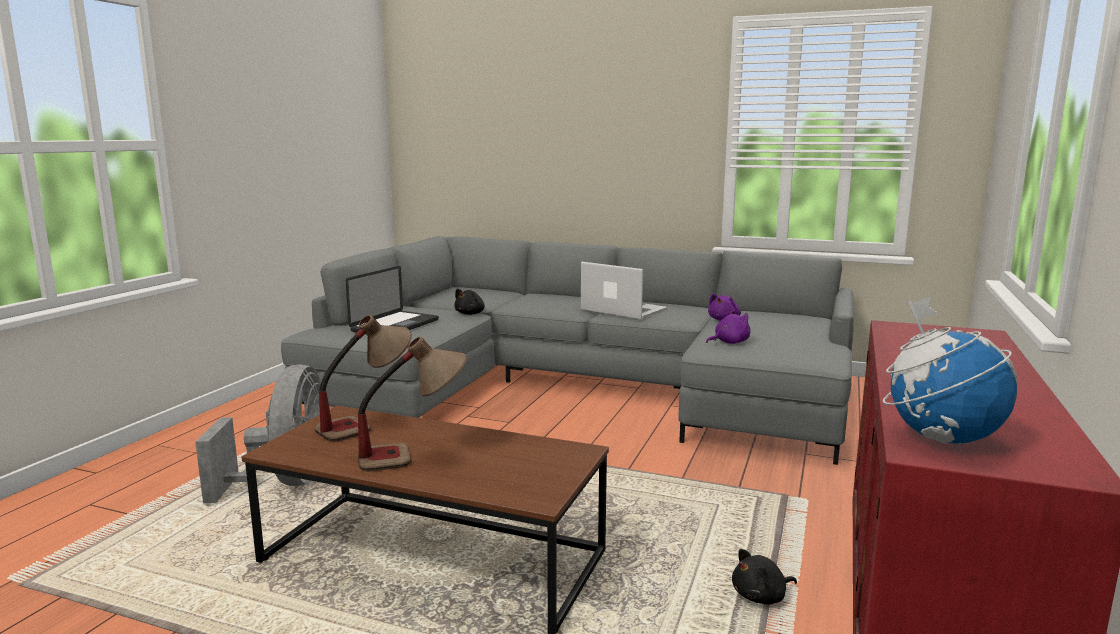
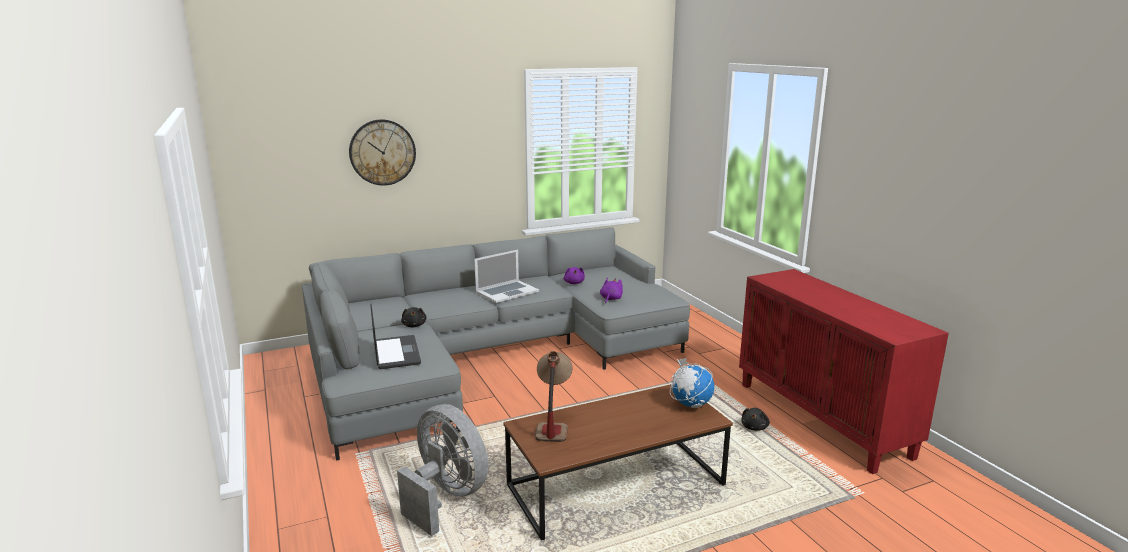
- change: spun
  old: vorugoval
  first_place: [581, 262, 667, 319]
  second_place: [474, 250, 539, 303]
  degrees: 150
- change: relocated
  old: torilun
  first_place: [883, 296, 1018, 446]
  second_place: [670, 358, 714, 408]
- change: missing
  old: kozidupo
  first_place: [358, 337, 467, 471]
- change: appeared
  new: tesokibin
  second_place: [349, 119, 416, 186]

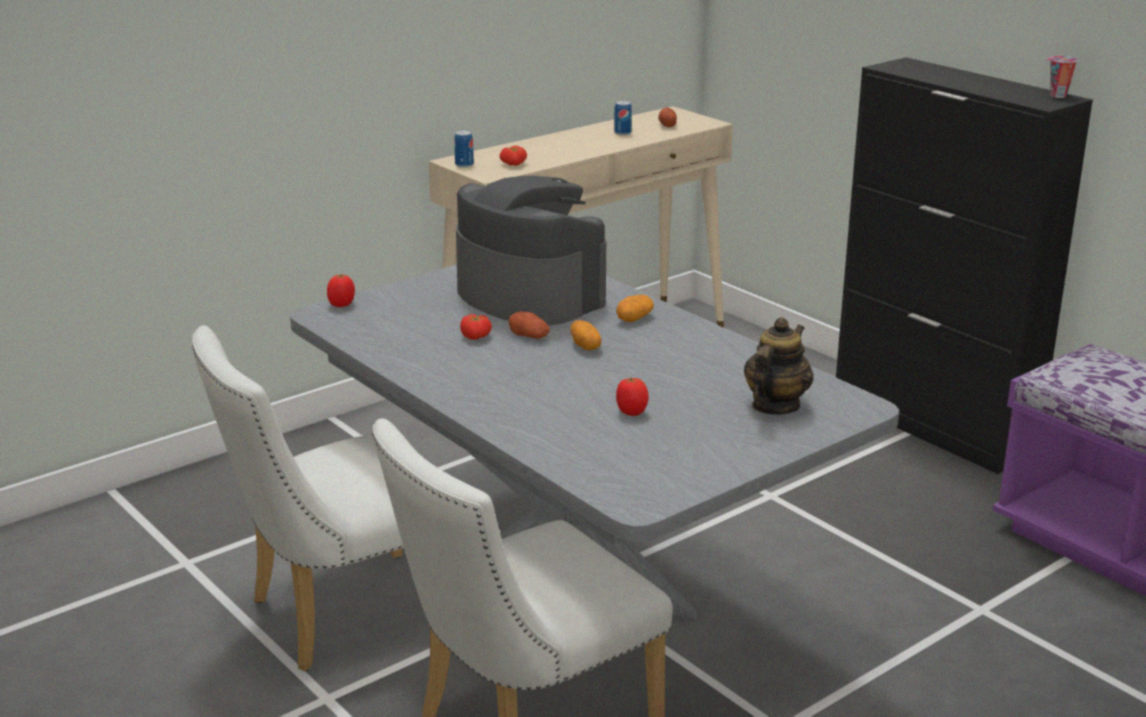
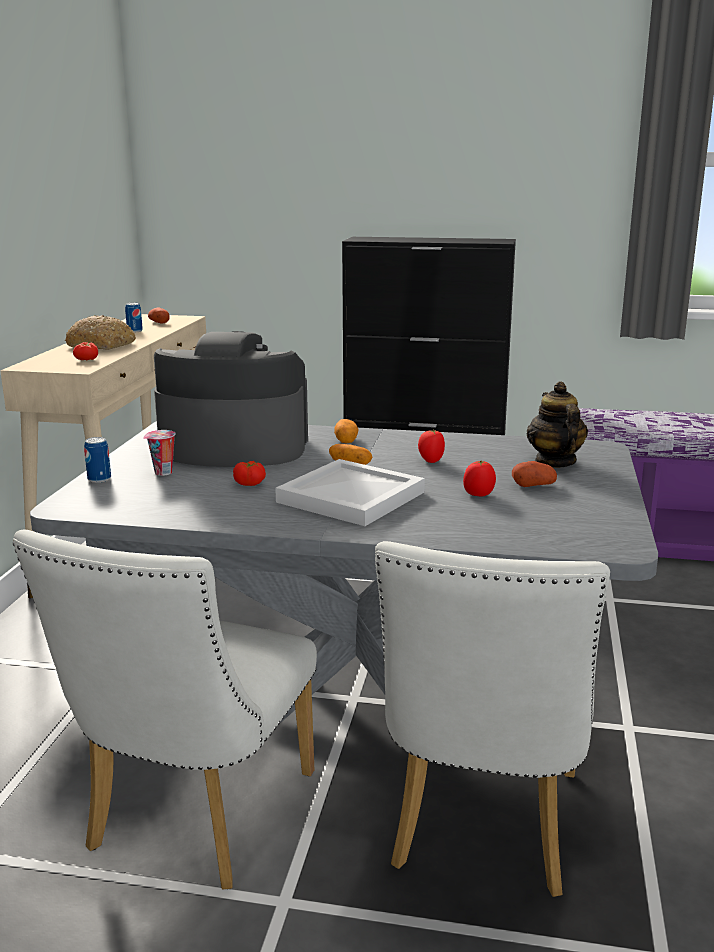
- change: relocated
  old: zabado
  first_place: [1046, 56, 1078, 98]
  second_place: [143, 430, 175, 476]
- change: relocated
  old: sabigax
  first_place: [454, 131, 474, 168]
  second_place: [84, 437, 111, 483]
- change: relocated
  old: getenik
  first_place: [327, 274, 355, 307]
  second_place: [418, 430, 445, 463]
- change: relocated
  old: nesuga
  first_place: [509, 311, 550, 339]
  second_place: [512, 461, 557, 487]
- change: appeared
  new: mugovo
  second_place: [65, 315, 136, 350]
- change: appeared
  new: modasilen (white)
  second_place: [275, 459, 425, 526]

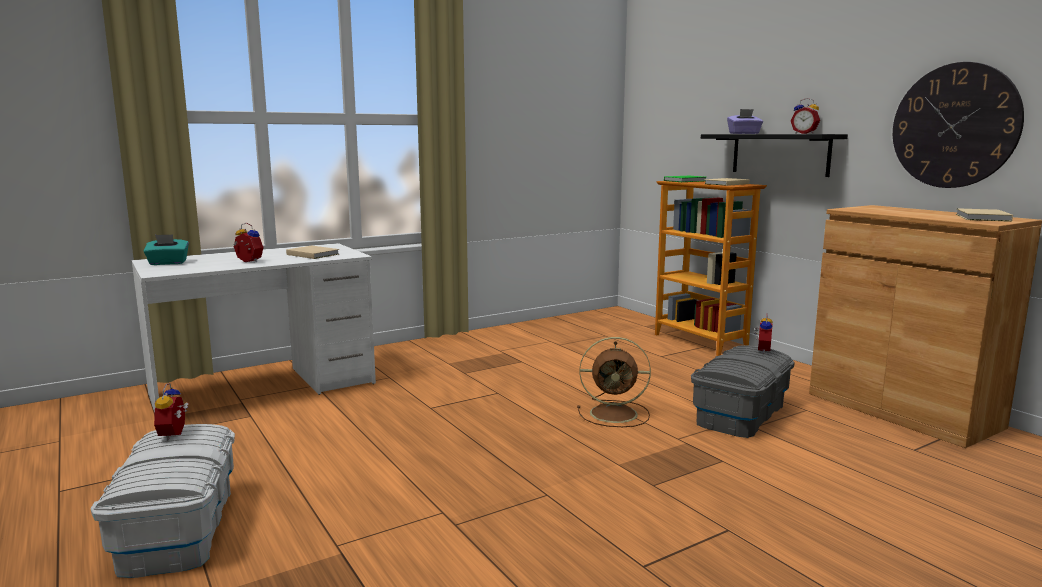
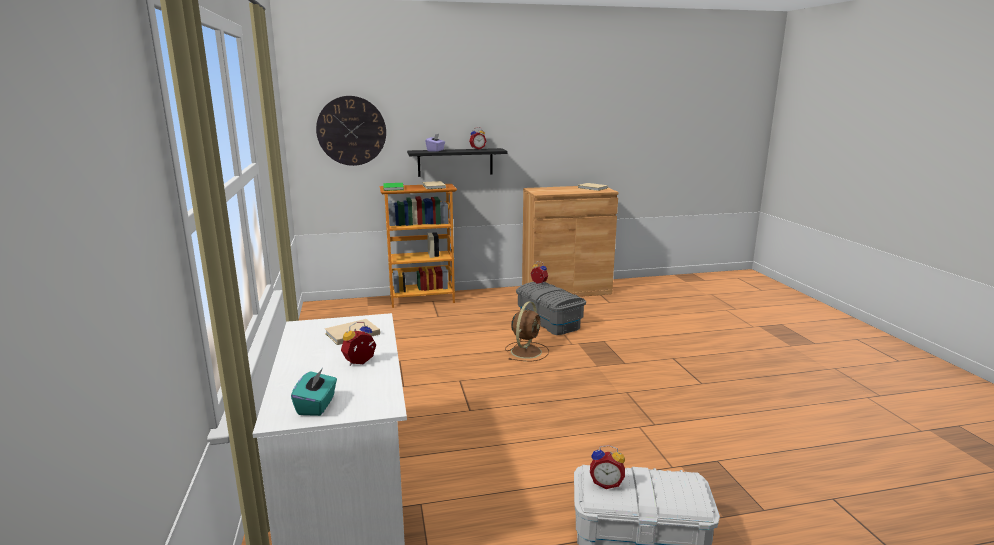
- change: relocated
  old: tesokibin
  first_place: [893, 62, 1024, 188]
  second_place: [316, 96, 386, 166]

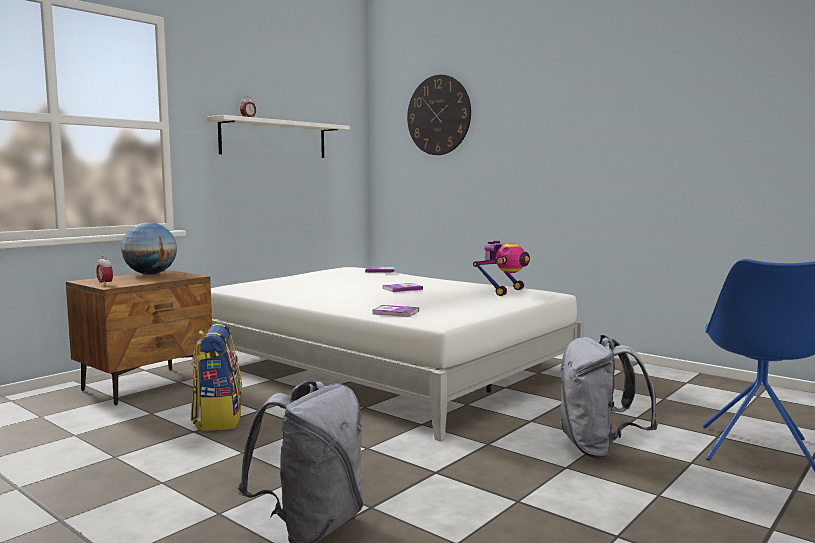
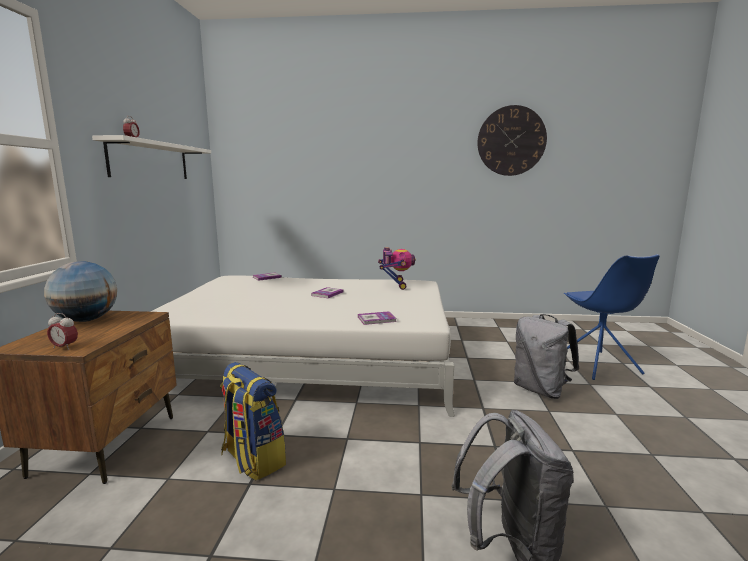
- change: relocated
  old: tesokibin
  first_place: [407, 75, 471, 155]
  second_place: [477, 105, 547, 176]

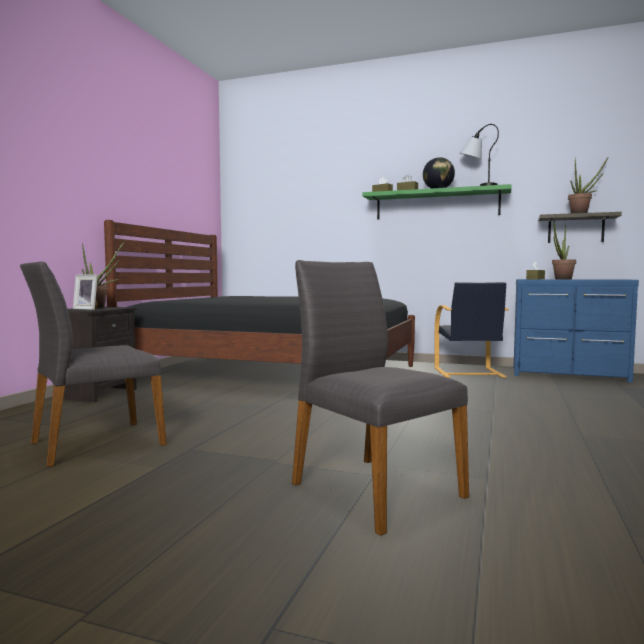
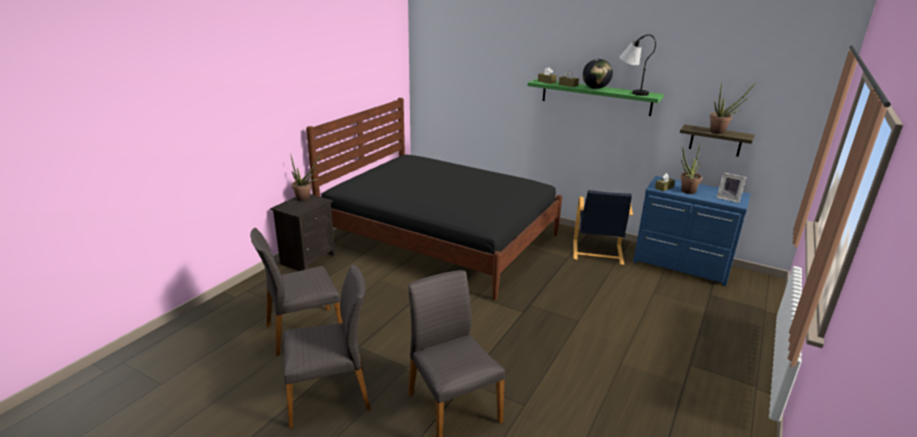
- change: relocated
  old: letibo
  first_place: [73, 274, 98, 310]
  second_place: [716, 172, 746, 203]
- change: appeared
  new: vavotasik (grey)
  second_place: [283, 264, 371, 428]

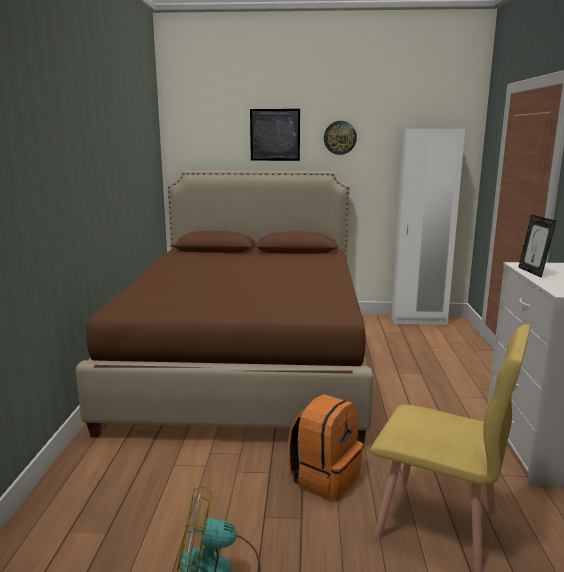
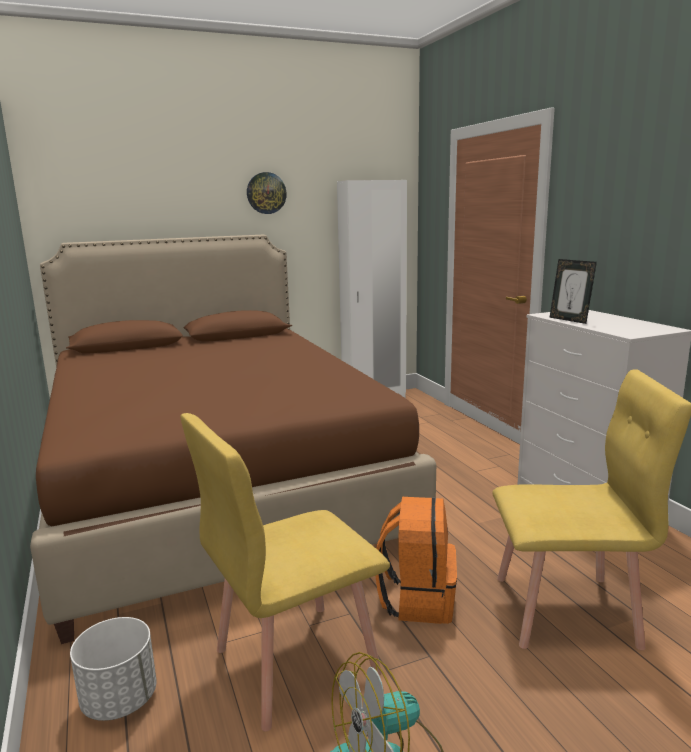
- change: missing
  old: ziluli
  first_place: [250, 109, 300, 161]
- change: appeared
  new: vavotasik (yellow)
  second_place: [180, 413, 390, 731]
- change: appeared
  new: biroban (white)
  second_place: [70, 617, 157, 721]

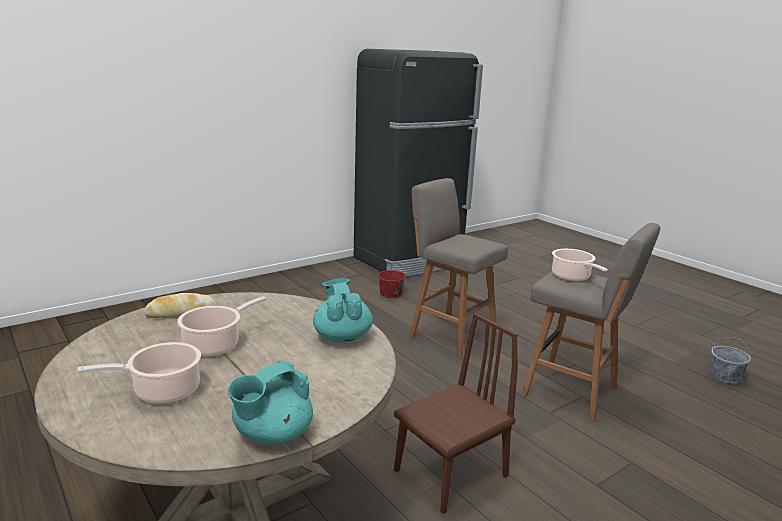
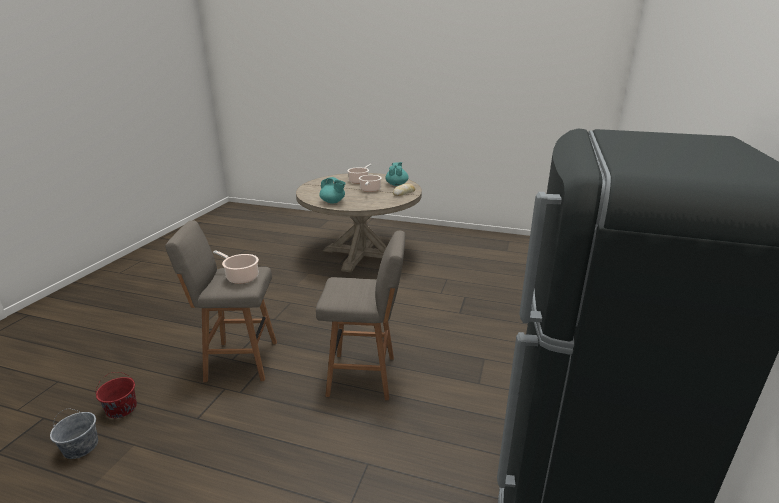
- change: relocated
  old: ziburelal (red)
  first_place: [378, 261, 405, 298]
  second_place: [95, 372, 137, 418]
- change: missing
  old: vavotasik (brown)
  first_place: [394, 313, 518, 514]
- change: relocated
  old: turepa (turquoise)
  first_place: [228, 360, 313, 445]
  second_place: [385, 162, 409, 186]

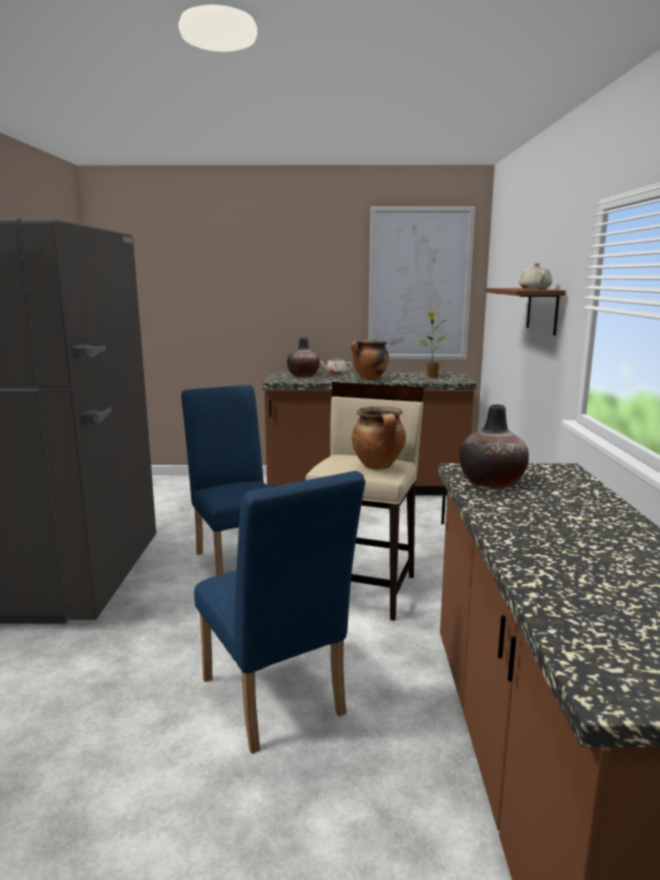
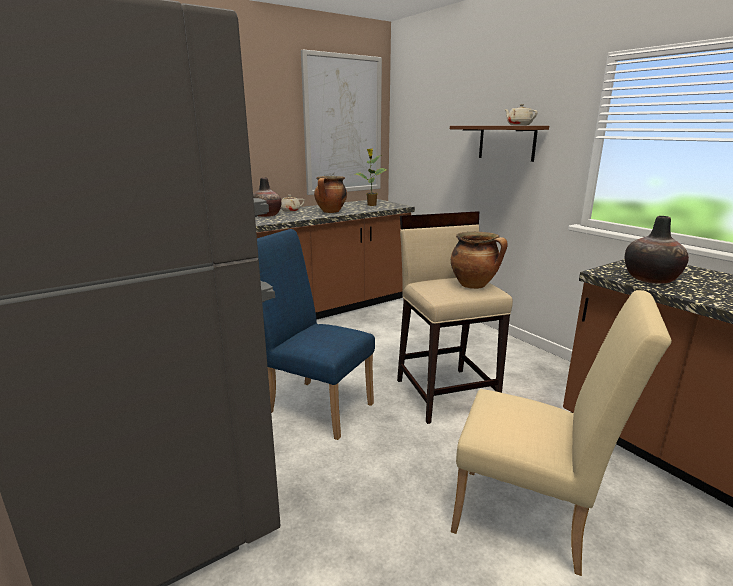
- change: colour
  old: vavotasik (blue)
  new: vavotasik (beige)
  first_place: [194, 471, 365, 754]
  second_place: [451, 290, 672, 576]

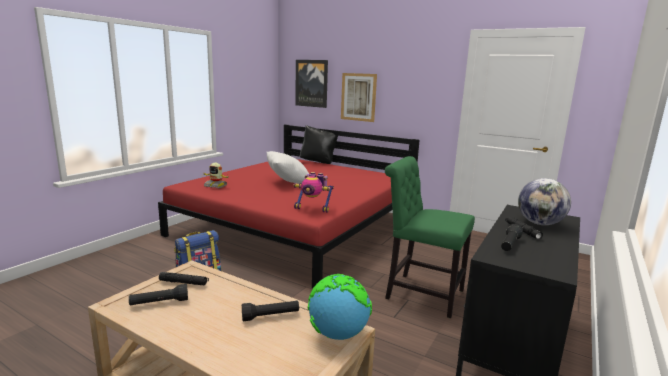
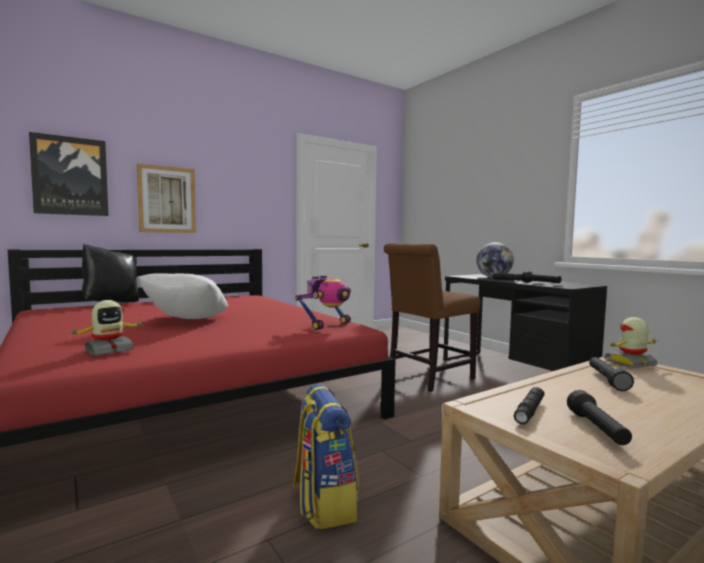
- change: colour
  old: vavotasik (green)
  new: vavotasik (brown)
  first_place: [385, 156, 475, 318]
  second_place: [384, 243, 480, 392]
- change: exchanged
  old: torilun
  new: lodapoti
  first_place: [307, 274, 372, 340]
  second_place: [604, 317, 658, 368]

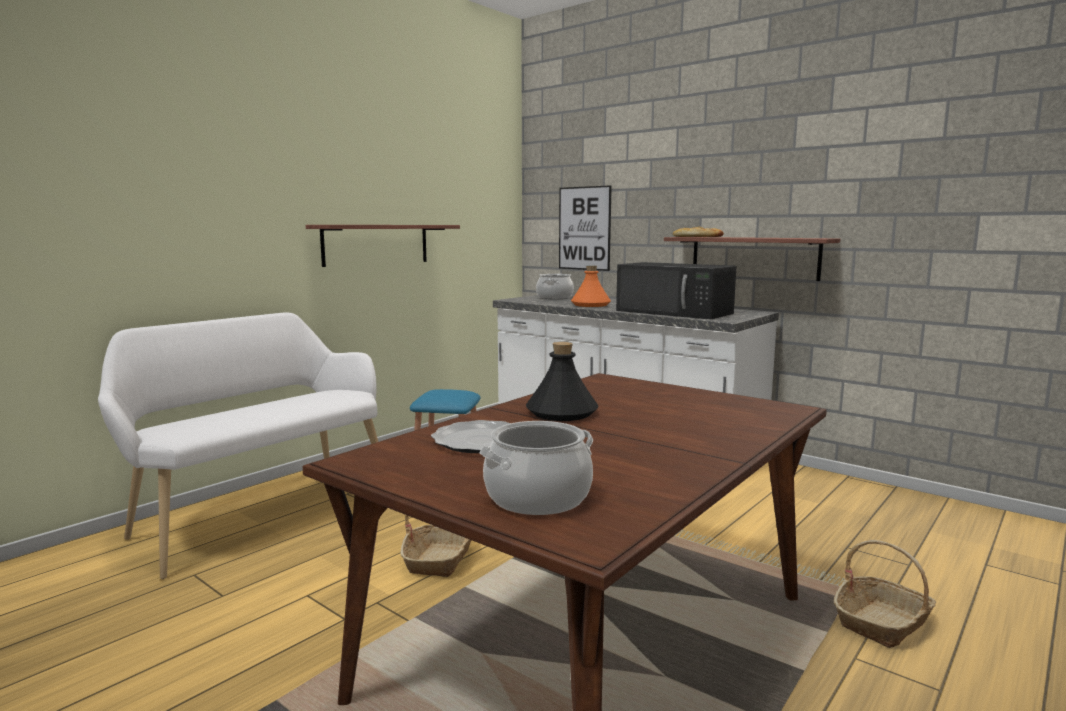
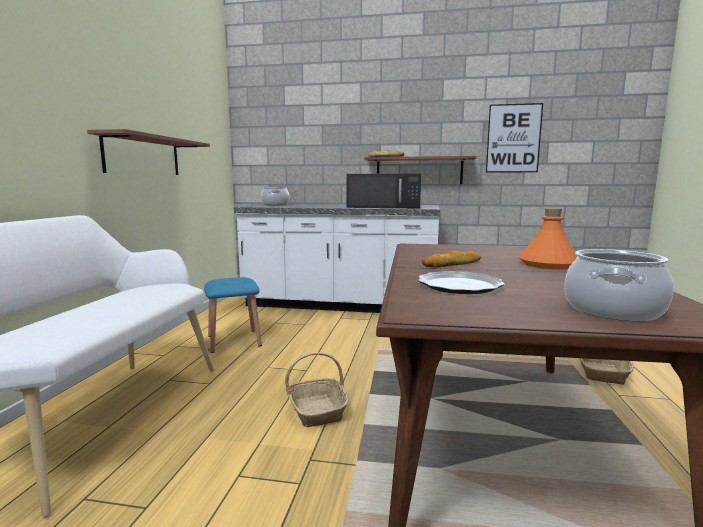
- change: relocated
  old: ziluli
  first_place: [559, 185, 611, 271]
  second_place: [486, 103, 543, 173]
- change: relocated
  old: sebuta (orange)
  first_place: [571, 265, 611, 307]
  second_place: [519, 208, 578, 269]
- change: exchanged
  old: sebuta (black)
  new: mugovo
  first_place: [526, 342, 598, 421]
  second_place: [422, 251, 481, 268]

